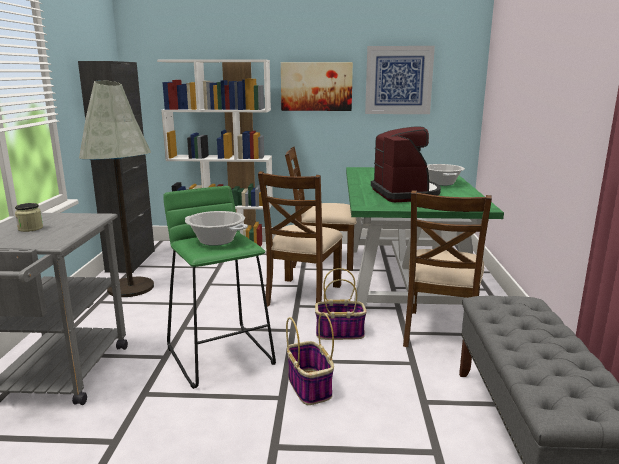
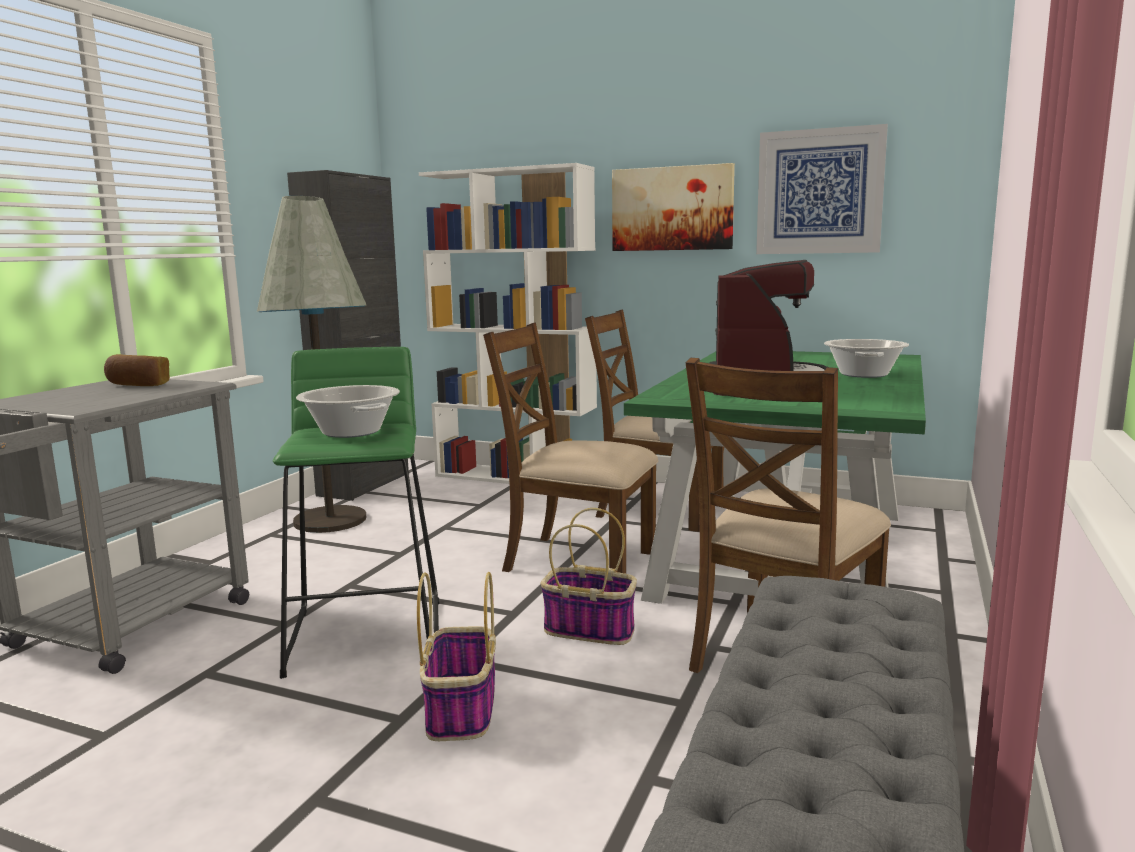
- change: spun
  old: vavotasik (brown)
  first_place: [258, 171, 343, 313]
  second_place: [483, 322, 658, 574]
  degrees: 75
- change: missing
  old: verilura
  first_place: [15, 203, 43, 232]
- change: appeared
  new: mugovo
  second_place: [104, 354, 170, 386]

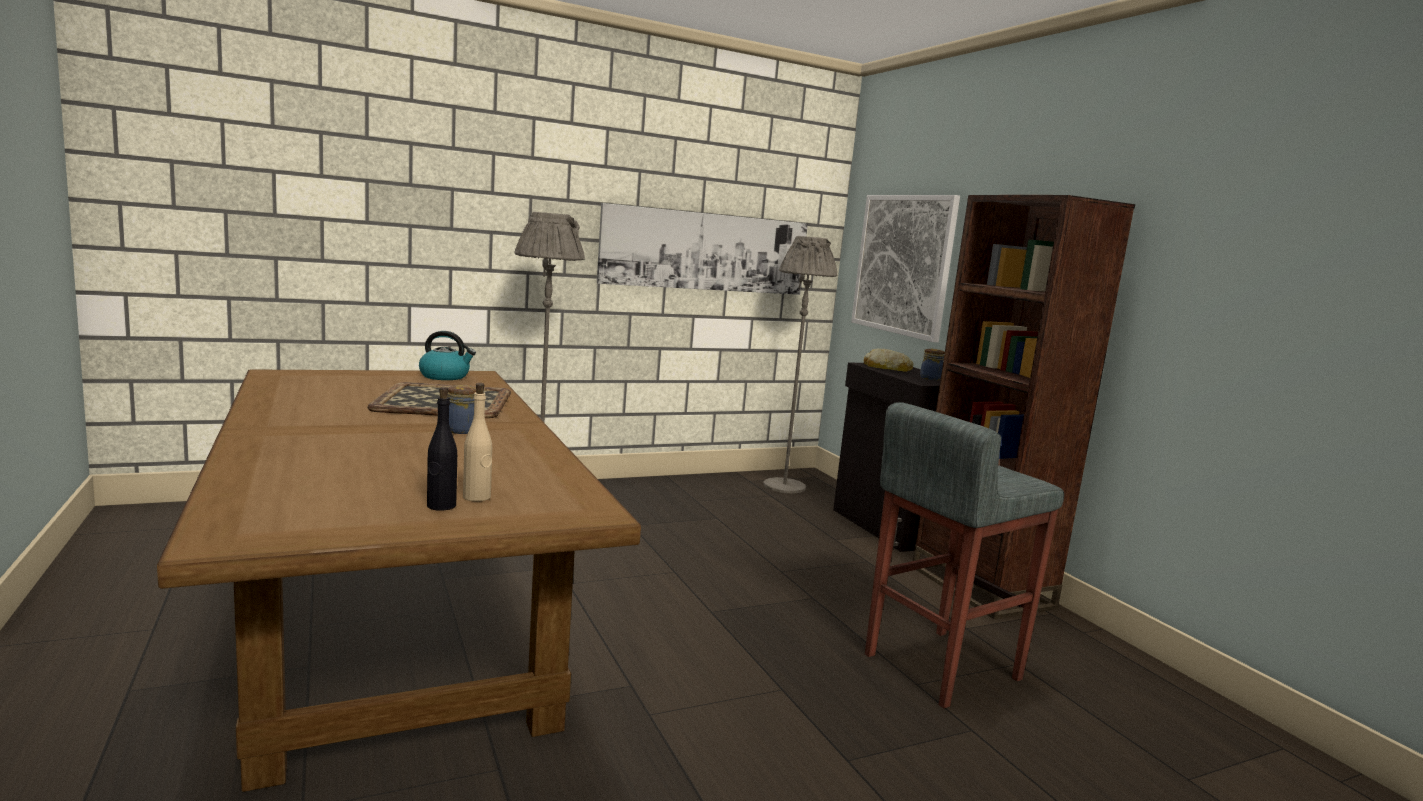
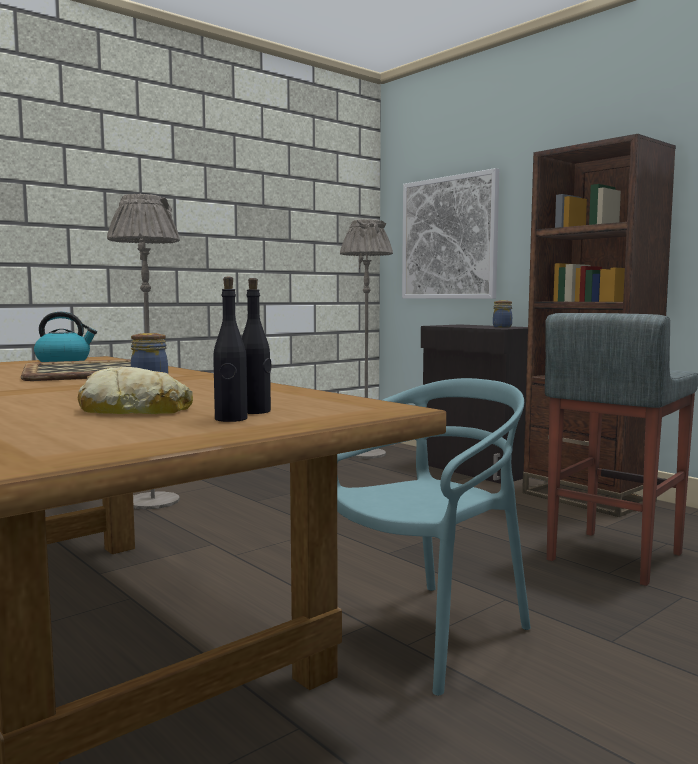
- change: missing
  old: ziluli
  first_place: [597, 203, 808, 295]
- change: relocated
  old: mugovo
  first_place: [864, 348, 914, 372]
  second_place: [78, 367, 193, 414]
- change: colour
  old: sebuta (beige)
  new: sebuta (black)
  first_place: [463, 383, 492, 501]
  second_place: [242, 278, 271, 414]
- change: appeared
  new: vavotasik (turquoise)
  second_place: [337, 378, 531, 696]

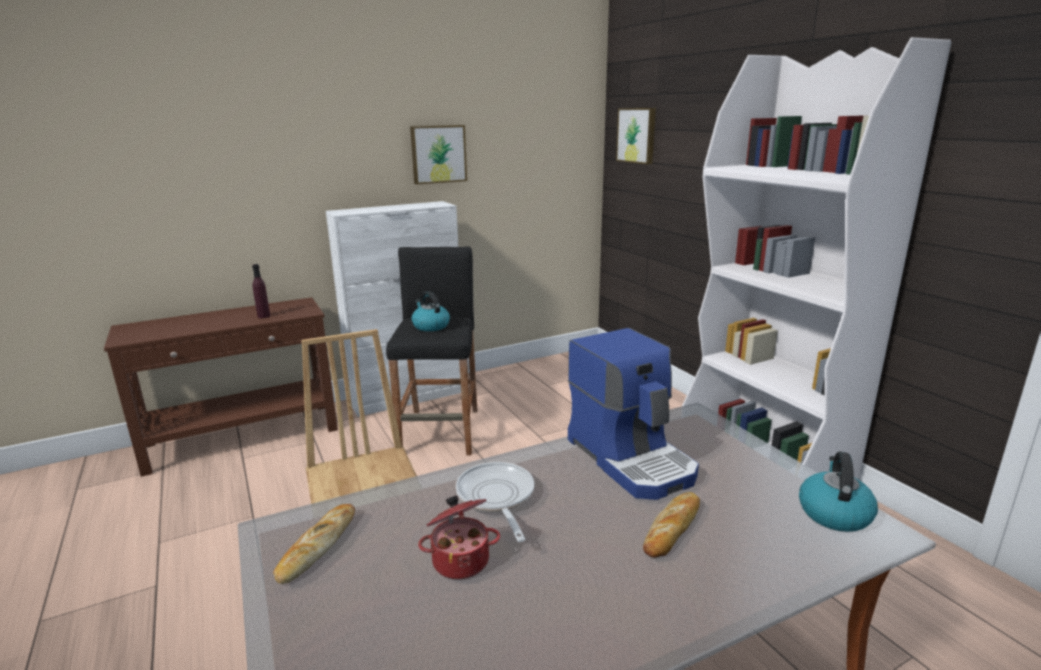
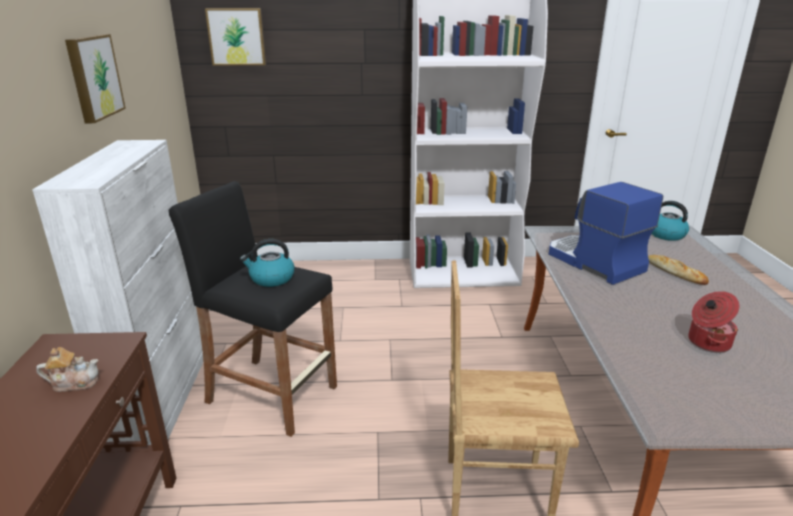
- change: exchanged
  old: sebuta (purple)
  new: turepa
  first_place: [252, 264, 270, 318]
  second_place: [36, 347, 98, 392]
- change: spun
  old: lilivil
  first_place: [568, 328, 699, 500]
  second_place: [549, 182, 663, 285]
  degrees: -120
- change: missing
  old: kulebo
  first_place: [456, 462, 534, 542]
- change: missing
  old: mugovo
  first_place: [273, 504, 355, 584]

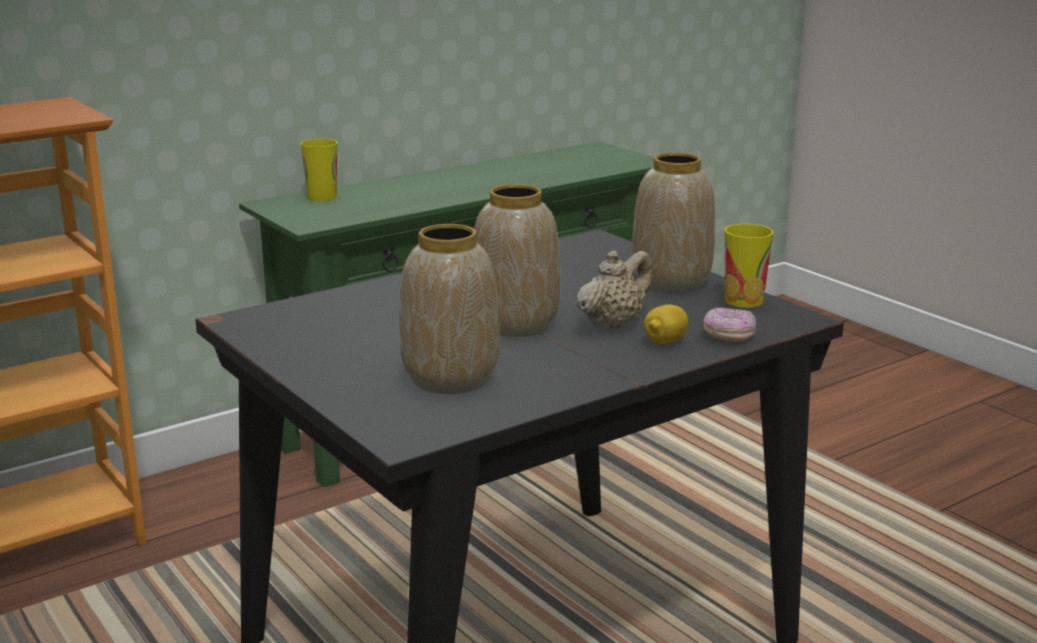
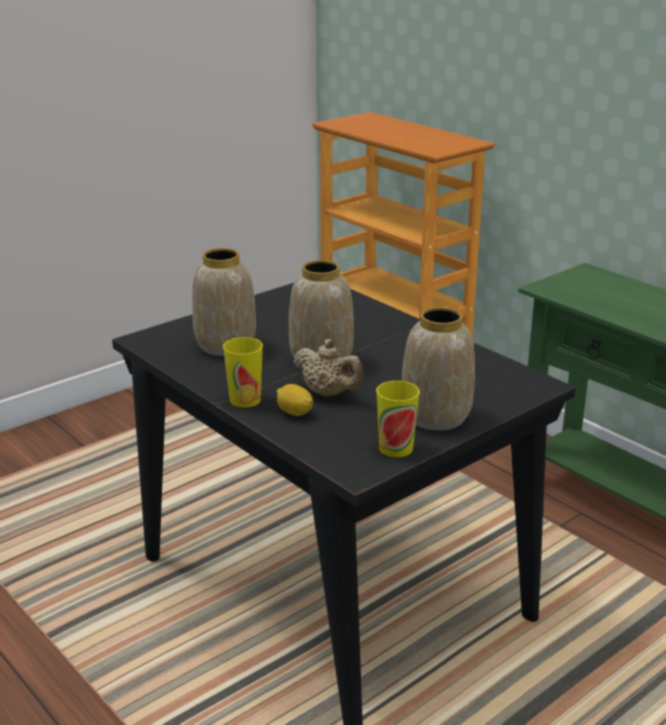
- change: relocated
  old: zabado
  first_place: [301, 139, 338, 201]
  second_place: [223, 337, 263, 408]
- change: missing
  old: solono
  first_place: [704, 307, 756, 341]

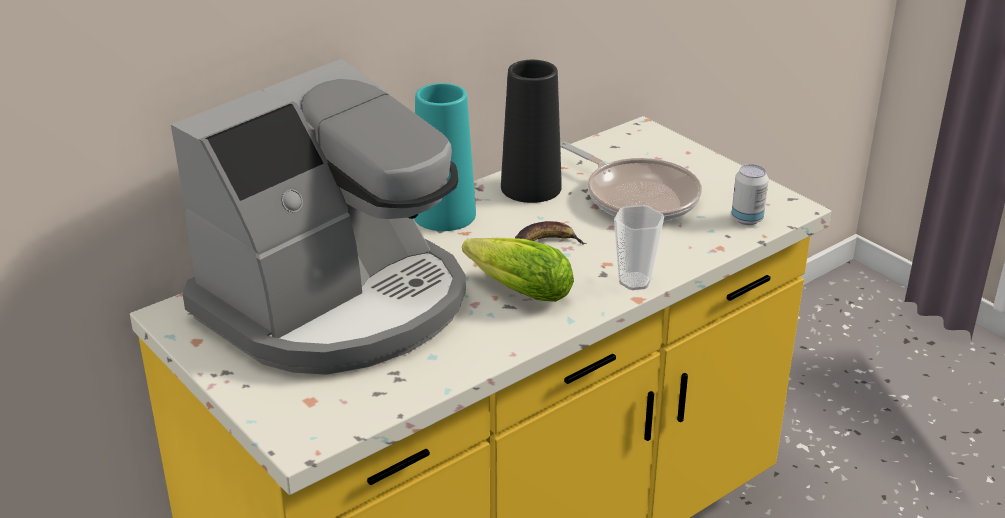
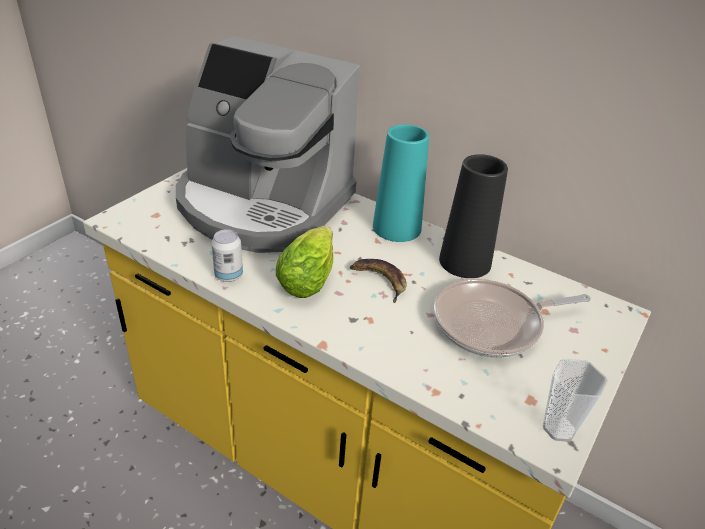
- change: spun
  old: kulebo
  first_place: [560, 141, 702, 221]
  second_place: [434, 279, 591, 358]
  degrees: 45
- change: relocated
  old: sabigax
  first_place: [731, 164, 769, 225]
  second_place: [211, 229, 243, 282]
- change: relocated
  old: zabado
  first_place: [614, 205, 664, 290]
  second_place: [543, 359, 608, 442]

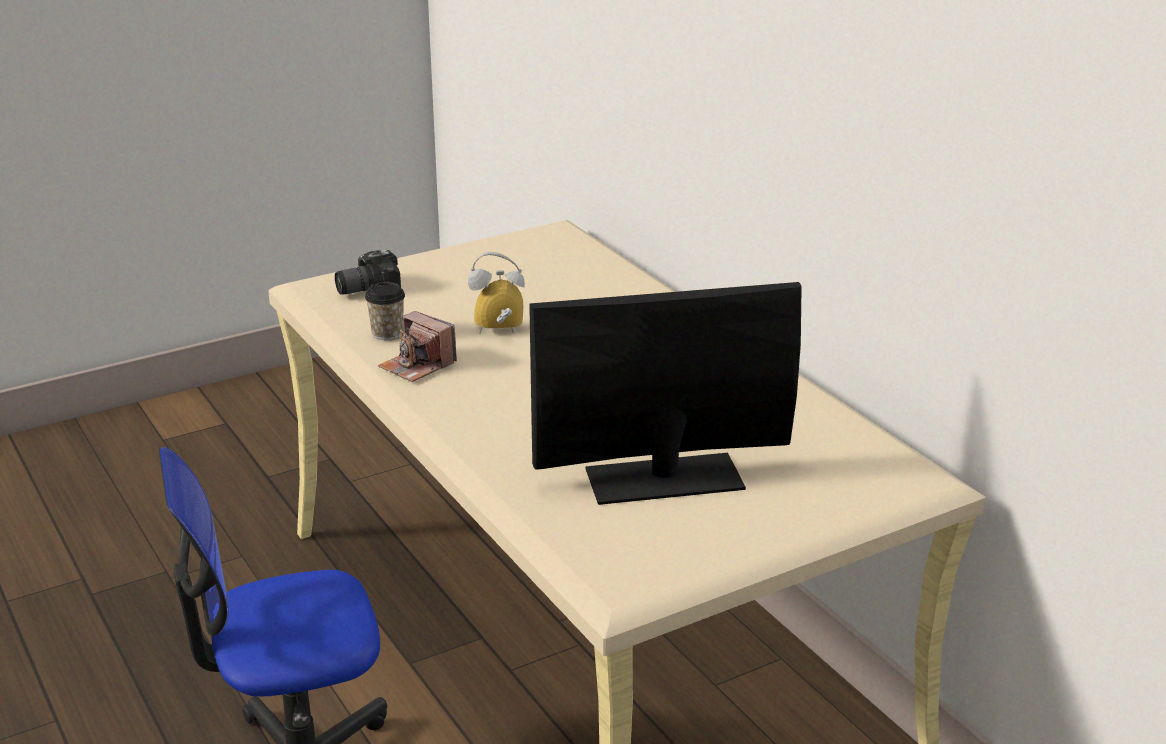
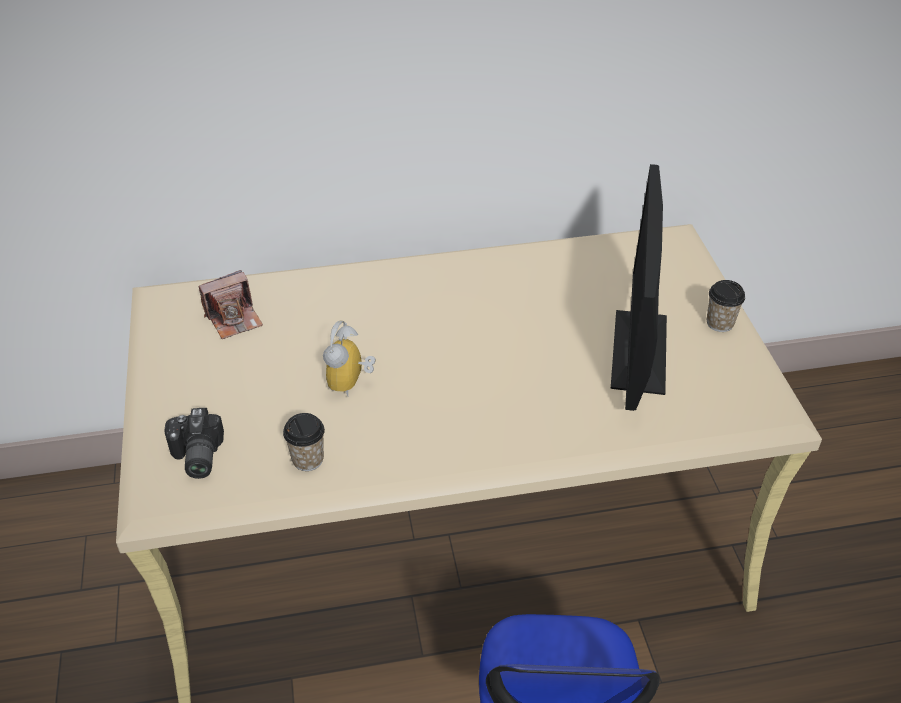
- change: relocated
  old: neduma
  first_place: [378, 311, 457, 382]
  second_place: [199, 270, 263, 339]
- change: appeared
  new: zabado
  second_place: [707, 280, 745, 332]

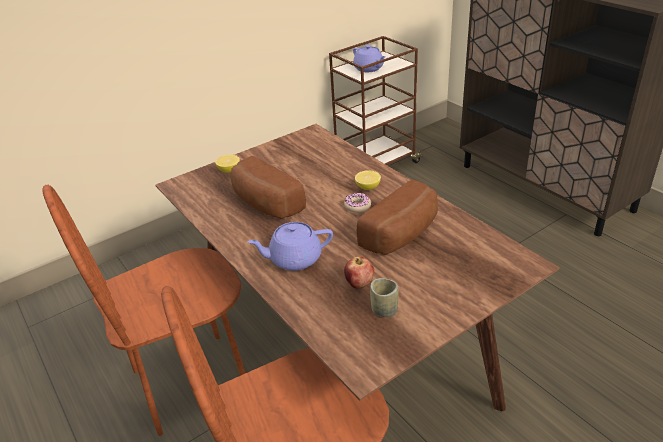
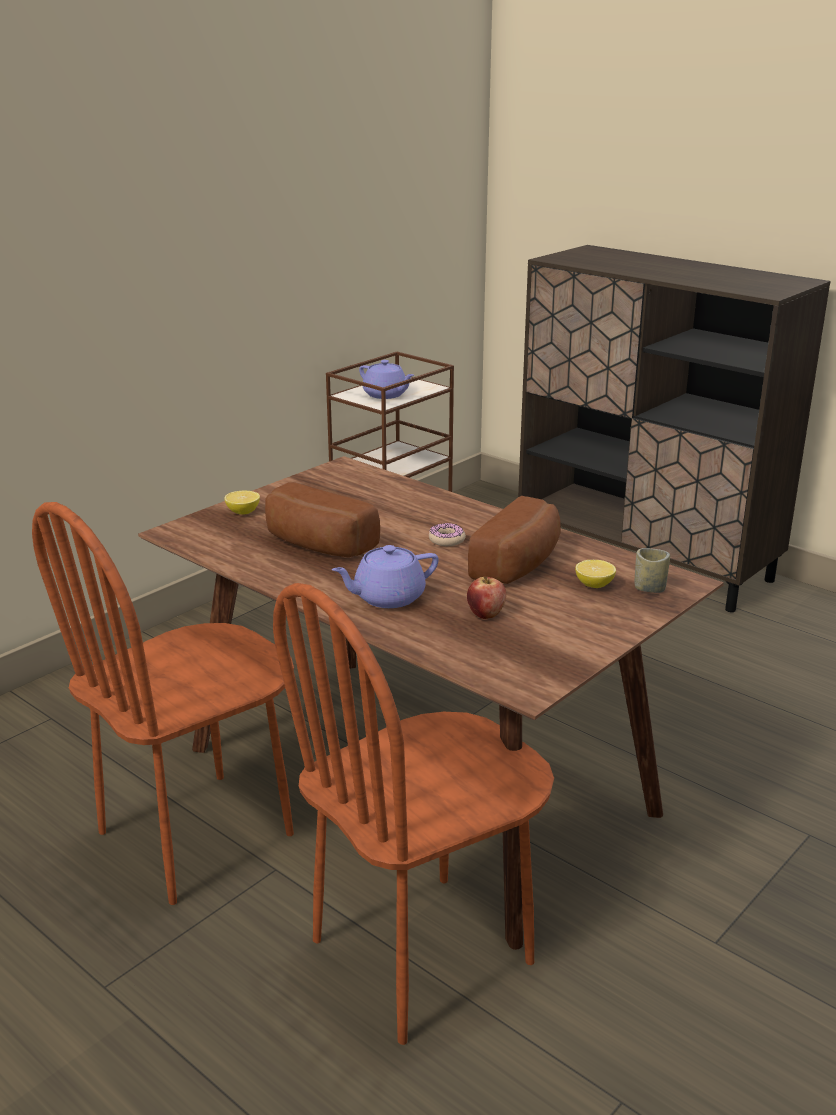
- change: relocated
  old: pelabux
  first_place: [355, 170, 381, 190]
  second_place: [575, 560, 616, 588]
- change: relocated
  old: zabado
  first_place: [370, 278, 399, 317]
  second_place: [635, 548, 670, 593]

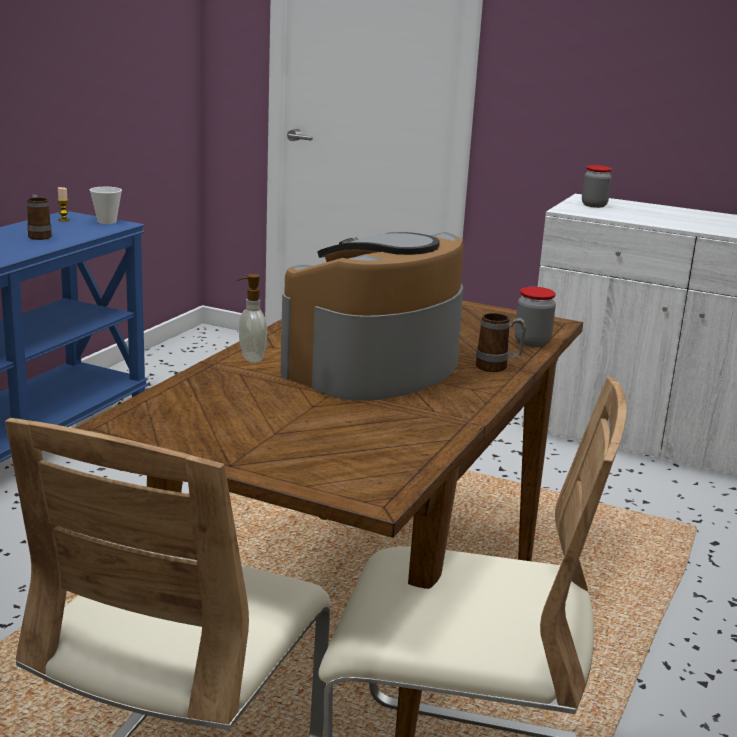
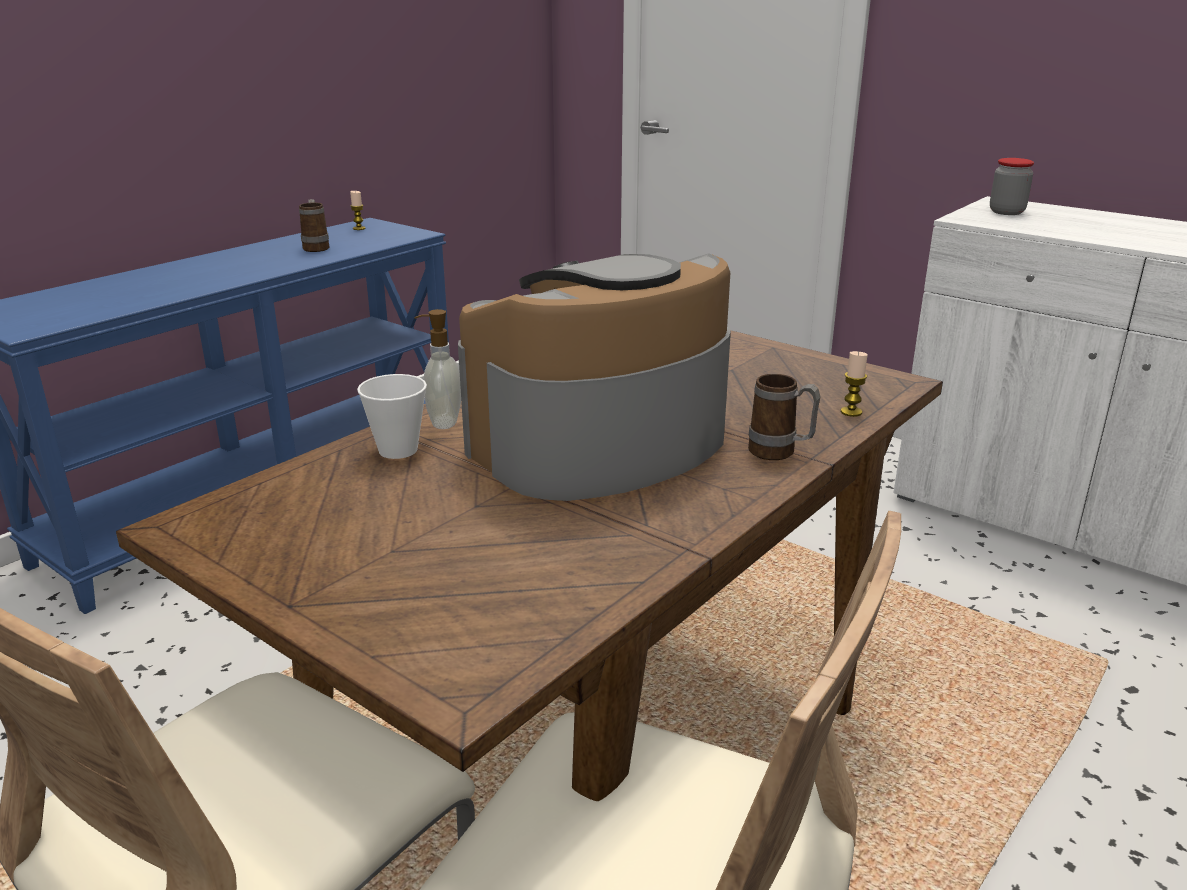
- change: relocated
  old: zabado
  first_place: [90, 187, 122, 224]
  second_place: [357, 374, 427, 459]
- change: exchanged
  old: verilura
  new: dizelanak
  first_place: [515, 287, 556, 347]
  second_place: [841, 351, 868, 417]

